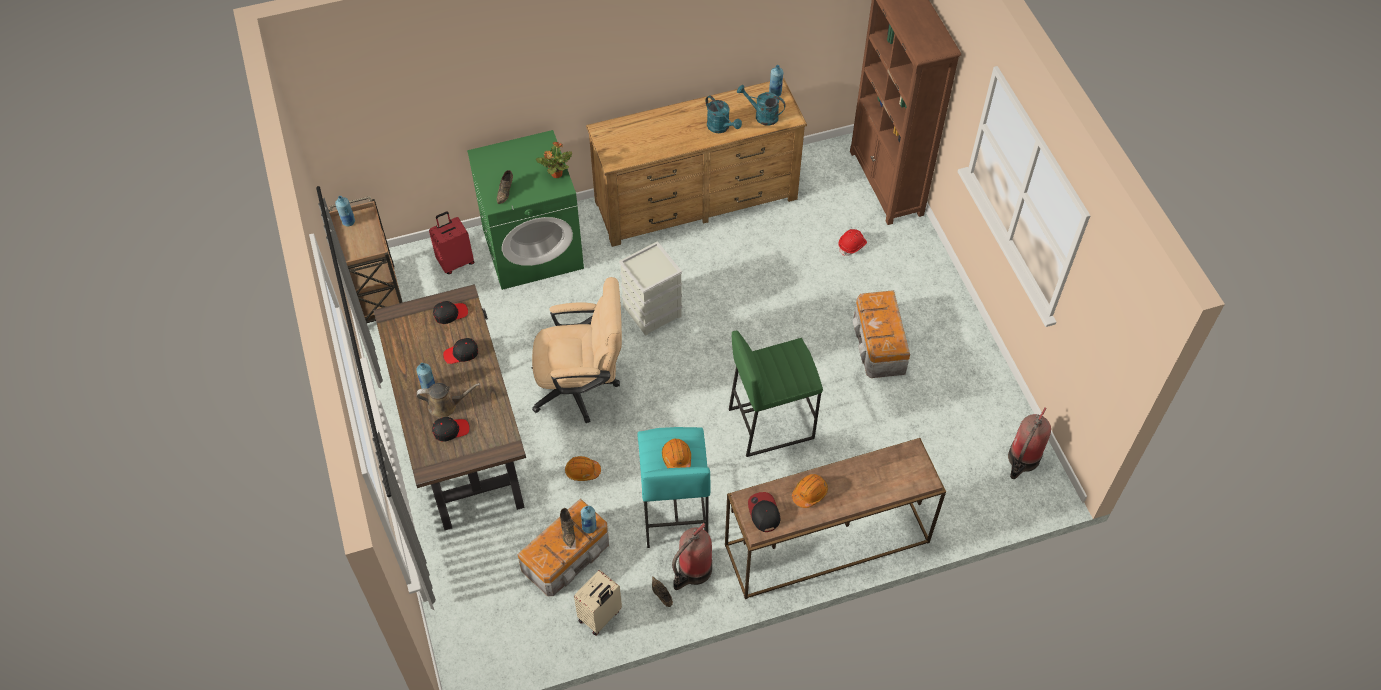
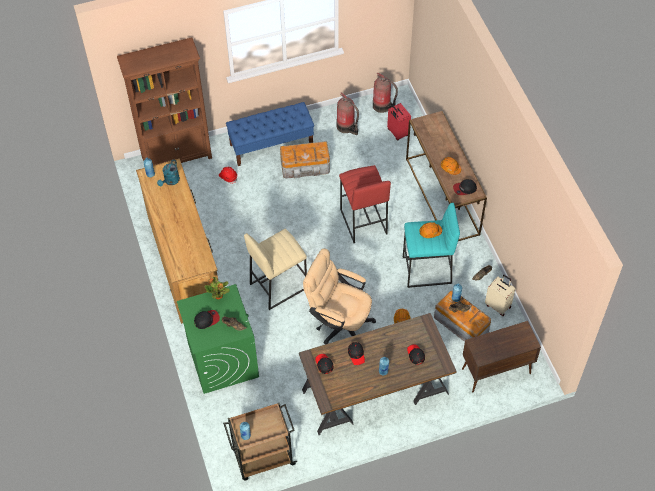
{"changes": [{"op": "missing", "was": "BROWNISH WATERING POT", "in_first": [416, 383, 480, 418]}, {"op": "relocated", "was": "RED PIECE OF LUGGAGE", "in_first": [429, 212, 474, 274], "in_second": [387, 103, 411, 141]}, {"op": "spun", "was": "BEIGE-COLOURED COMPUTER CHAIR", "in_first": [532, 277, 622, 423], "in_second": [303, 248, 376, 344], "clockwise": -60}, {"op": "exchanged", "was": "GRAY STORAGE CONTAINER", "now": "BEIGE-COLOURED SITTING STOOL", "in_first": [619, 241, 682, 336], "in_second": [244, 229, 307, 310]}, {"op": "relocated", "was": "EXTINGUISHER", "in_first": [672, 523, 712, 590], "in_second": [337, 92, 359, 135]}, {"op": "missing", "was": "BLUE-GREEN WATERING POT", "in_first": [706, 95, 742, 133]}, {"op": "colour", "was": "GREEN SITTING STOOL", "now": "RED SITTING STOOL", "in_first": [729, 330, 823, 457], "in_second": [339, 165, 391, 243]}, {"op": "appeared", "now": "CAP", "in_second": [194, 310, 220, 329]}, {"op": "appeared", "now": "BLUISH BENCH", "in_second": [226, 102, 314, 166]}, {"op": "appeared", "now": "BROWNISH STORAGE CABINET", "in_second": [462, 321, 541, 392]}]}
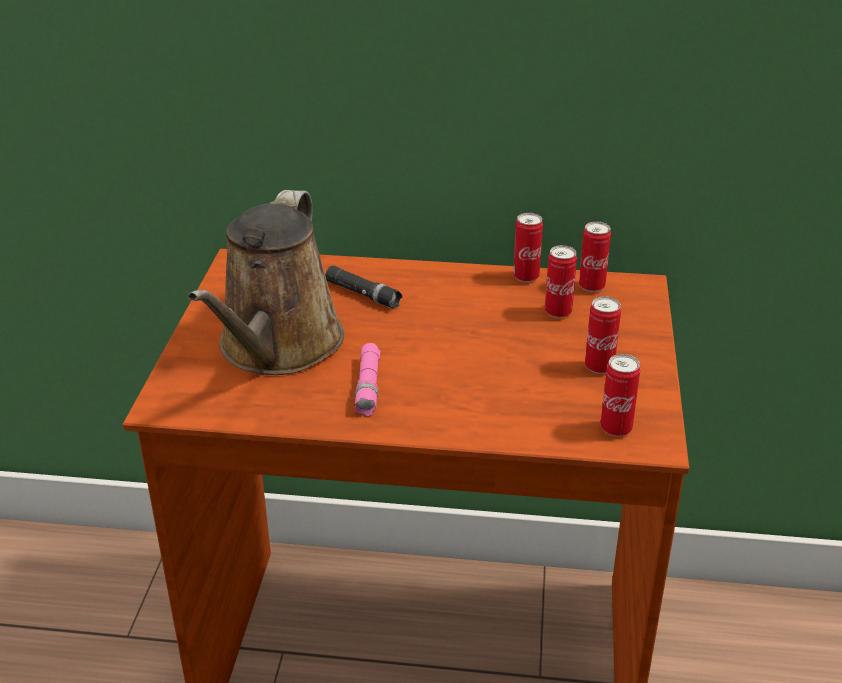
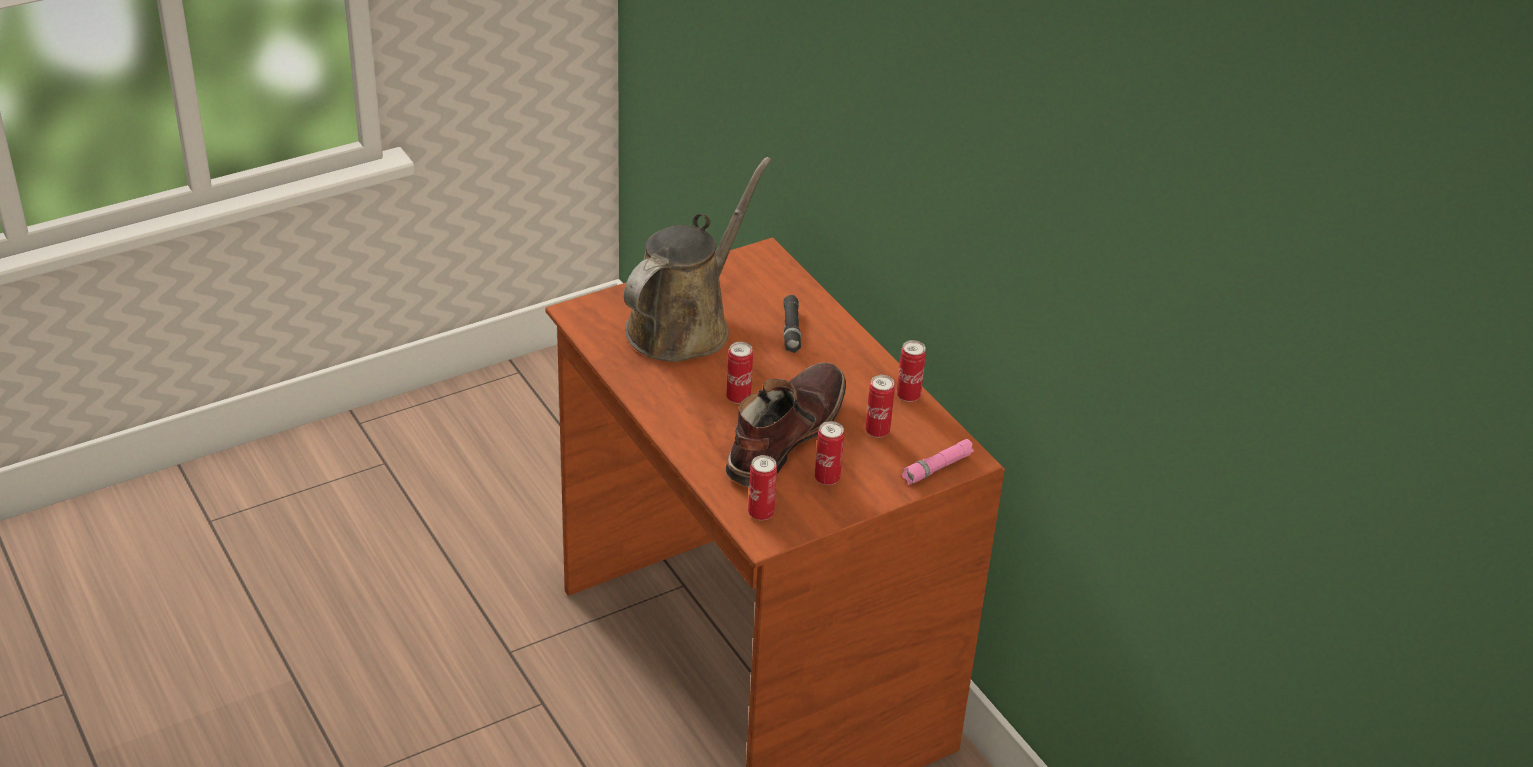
{"changes": [{"op": "spun", "was": "BROWNISH WATERING POT", "in_first": [188, 190, 344, 375], "in_second": [624, 157, 772, 362], "clockwise": 150}, {"op": "relocated", "was": "PINKISH HAND TORCH", "in_first": [355, 343, 380, 416], "in_second": [902, 439, 974, 485]}, {"op": "relocated", "was": "CAN", "in_first": [579, 221, 611, 292], "in_second": [726, 342, 753, 404]}, {"op": "appeared", "now": "BROWNISH TALL BOOT", "in_second": [726, 362, 846, 487]}]}
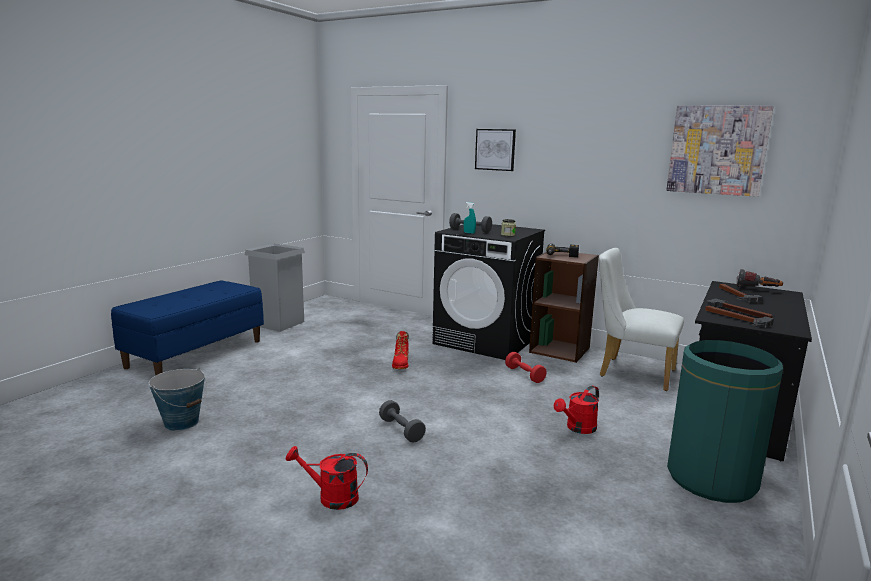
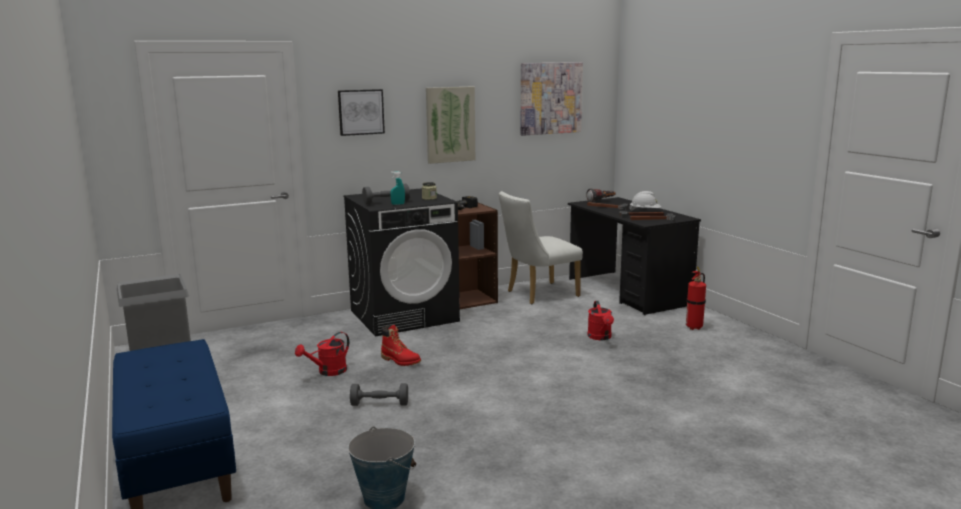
{"changes": [{"op": "relocated", "was": "RED WATERING POT", "in_first": [286, 446, 368, 510], "in_second": [295, 332, 349, 376]}, {"op": "relocated", "was": "GRAY HAND WEIGHT", "in_first": [379, 400, 426, 443], "in_second": [350, 383, 408, 406]}, {"op": "missing", "was": "RED HAND WEIGHT", "in_first": [505, 352, 547, 383]}, {"op": "exchanged", "was": "GREEN WASTE BIN", "now": "EXTINGUISHER", "in_first": [667, 340, 783, 503], "in_second": [686, 267, 706, 330]}, {"op": "appeared", "now": "WALL PICTURE", "in_second": [426, 86, 475, 164]}, {"op": "appeared", "now": "WHITE WORK HELMET", "in_second": [629, 191, 661, 211]}]}
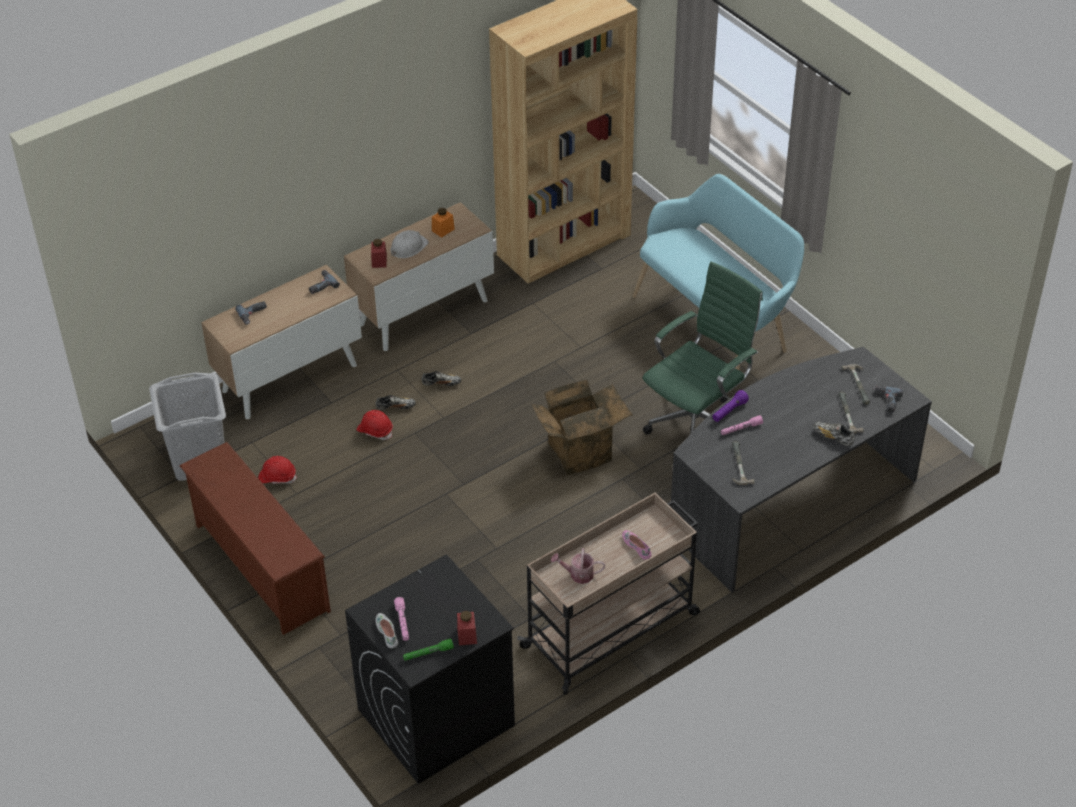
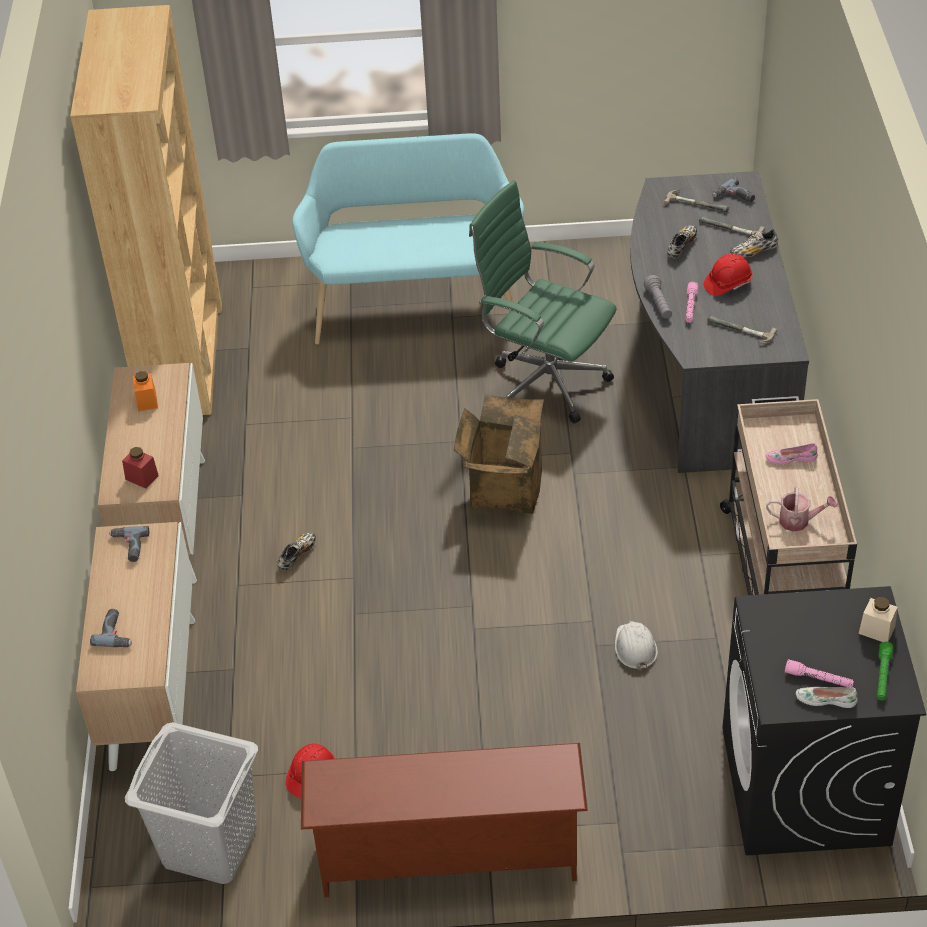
{"changes": [{"op": "relocated", "was": "RED WORK HELMET", "in_first": [357, 410, 393, 440], "in_second": [704, 254, 753, 296]}, {"op": "relocated", "was": "SHOE", "in_first": [375, 395, 416, 410], "in_second": [667, 225, 697, 259]}, {"op": "relocated", "was": "WHITE WORK HELMET", "in_first": [390, 230, 429, 258], "in_second": [615, 620, 658, 671]}, {"op": "colour", "was": "RED PRESERVE JAR", "now": "BEIGE-COLOURED PRESERVE JAR", "in_first": [457, 611, 477, 645], "in_second": [859, 597, 898, 642]}, {"op": "spun", "was": "WATERING POT", "in_first": [551, 548, 605, 584], "in_second": [766, 486, 837, 532], "clockwise": -120}, {"op": "spun", "was": "GREEN COMPUTER CHAIR", "in_first": [643, 262, 763, 435], "in_second": [469, 181, 617, 423], "clockwise": -45}, {"op": "colour", "was": "PURPLISH HAND TORCH", "now": "GRAY HAND TORCH", "in_first": [712, 390, 749, 422], "in_second": [644, 275, 672, 319]}]}
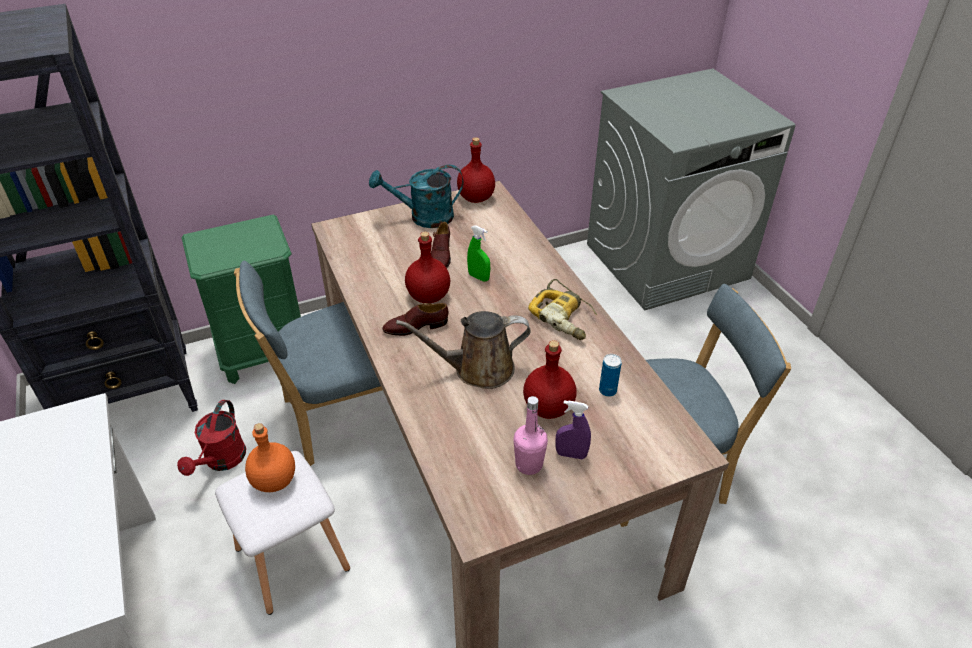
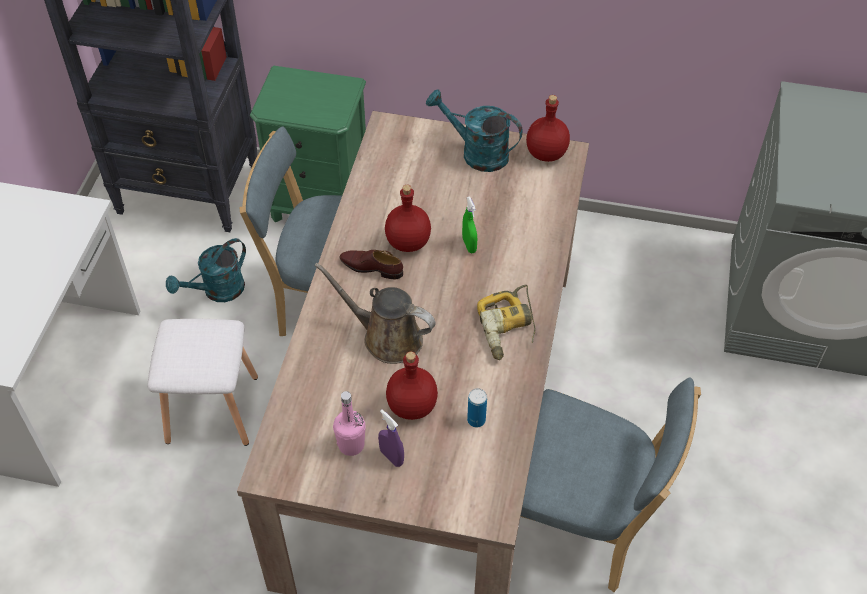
{"changes": [{"op": "colour", "was": "RED WATERING POT", "now": "BLUE-GREEN WATERING POT", "in_first": [177, 400, 246, 476], "in_second": [166, 238, 246, 302]}, {"op": "missing", "was": "ORANGE-COLOURED BOTTLE", "in_first": [245, 423, 295, 492]}, {"op": "missing", "was": "BROWNISH SHOE", "in_first": [431, 222, 451, 268]}]}
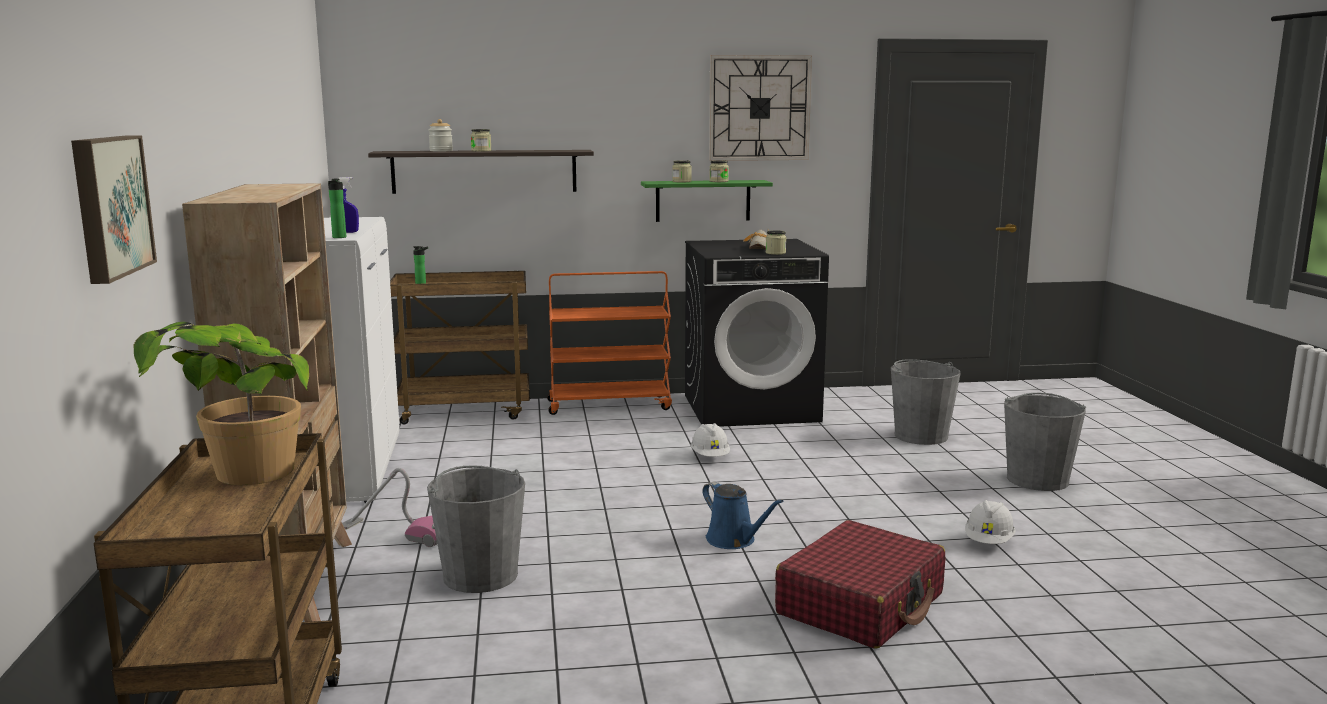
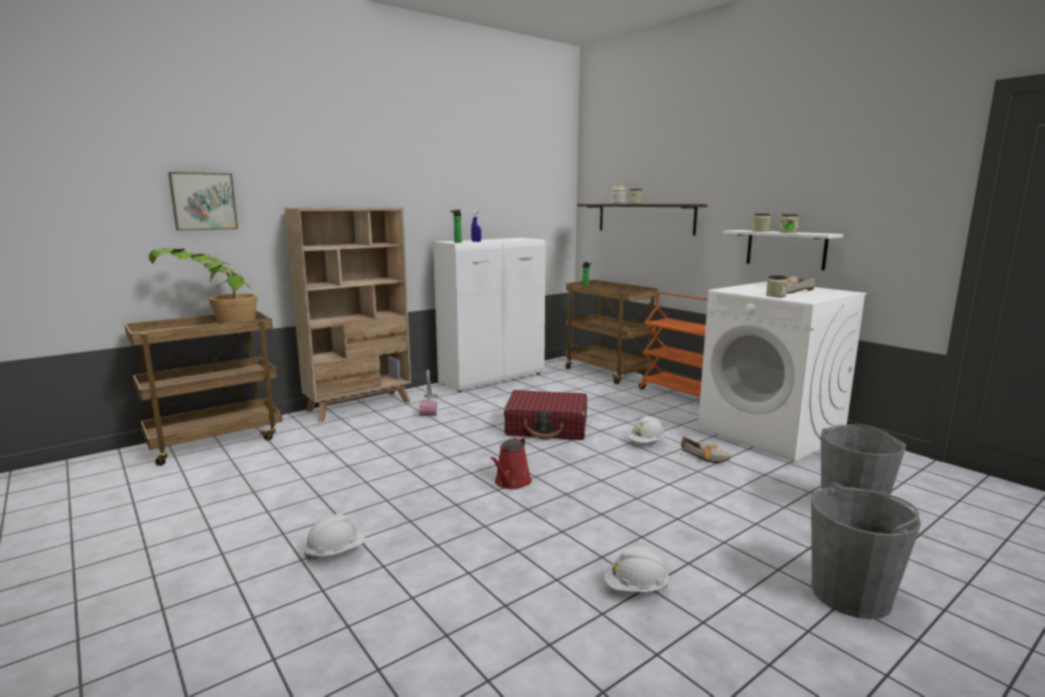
{"changes": [{"op": "missing", "was": "GRAY PAIL", "in_first": [427, 465, 525, 593]}, {"op": "colour", "was": "GREEN BRACKET SHELF", "now": "WHITE BRACKET SHELF", "in_first": [641, 180, 773, 222], "in_second": [723, 230, 843, 270]}, {"op": "colour", "was": "BLACKISH WASHING MACHINE", "now": "WHITE WASHING MACHINE", "in_first": [685, 239, 829, 427], "in_second": [698, 282, 867, 461]}, {"op": "colour", "was": "BLUISH WATERING POT", "now": "RED WATERING POT", "in_first": [702, 481, 784, 549], "in_second": [490, 437, 532, 489]}, {"op": "missing", "was": "CLOCK ON THE WALL", "in_first": [709, 55, 812, 161]}, {"op": "relocated", "was": "RED PIECE OF LUGGAGE", "in_first": [775, 520, 946, 649], "in_second": [504, 390, 587, 440]}, {"op": "appeared", "now": "WHITE WORK HELMET", "in_second": [304, 514, 365, 562]}, {"op": "appeared", "now": "SHOE", "in_second": [681, 436, 731, 463]}]}
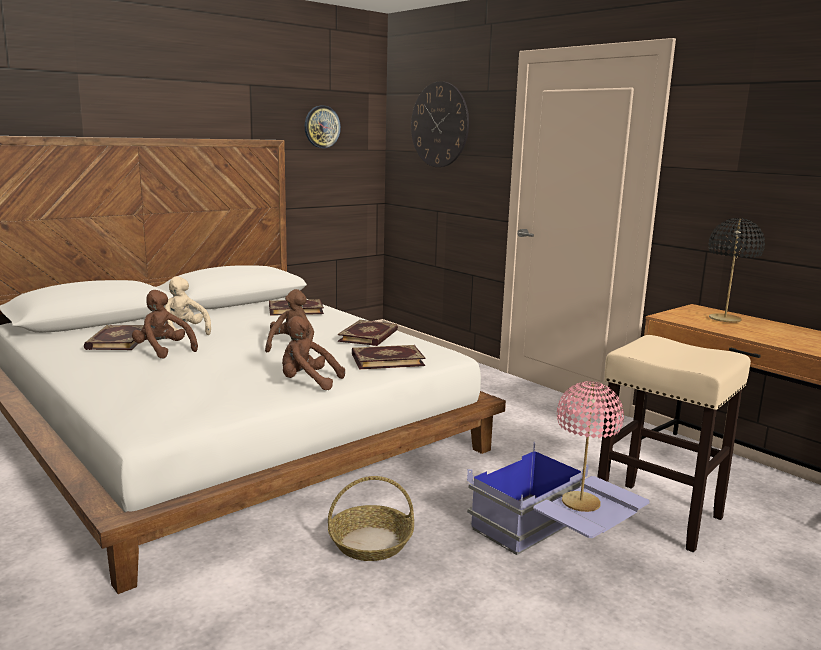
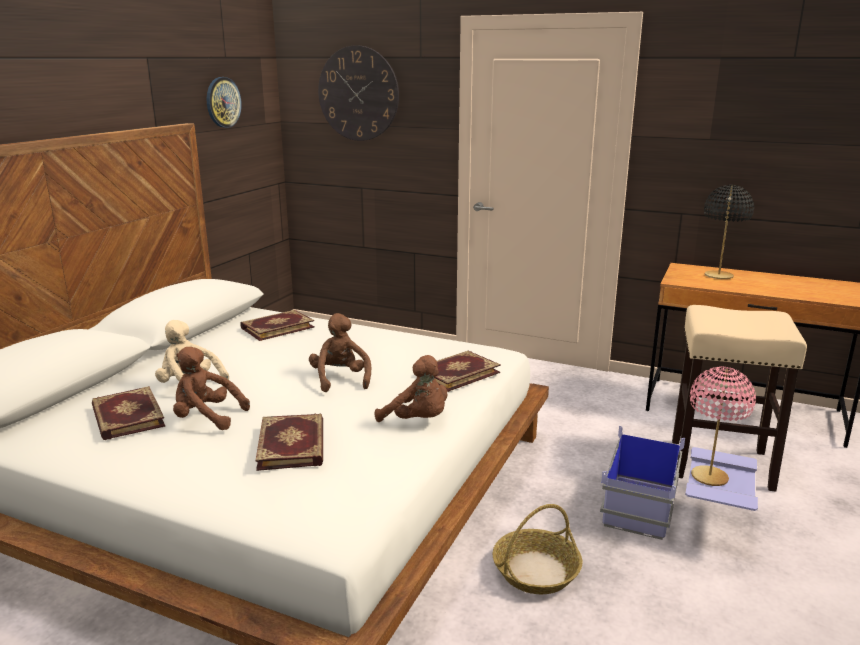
{"changes": [{"op": "spun", "was": "BROWNISH CUDDLY TOY", "in_first": [282, 316, 345, 390], "in_second": [374, 355, 448, 422], "clockwise": -135}, {"op": "relocated", "was": "VOLUME", "in_first": [338, 320, 398, 346], "in_second": [255, 413, 323, 471]}]}
